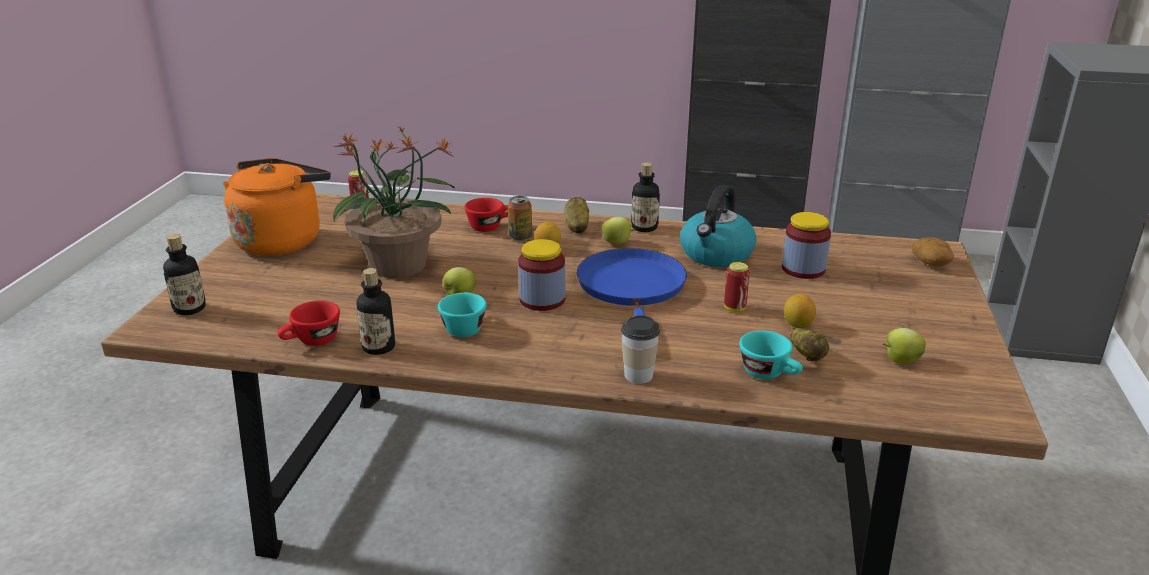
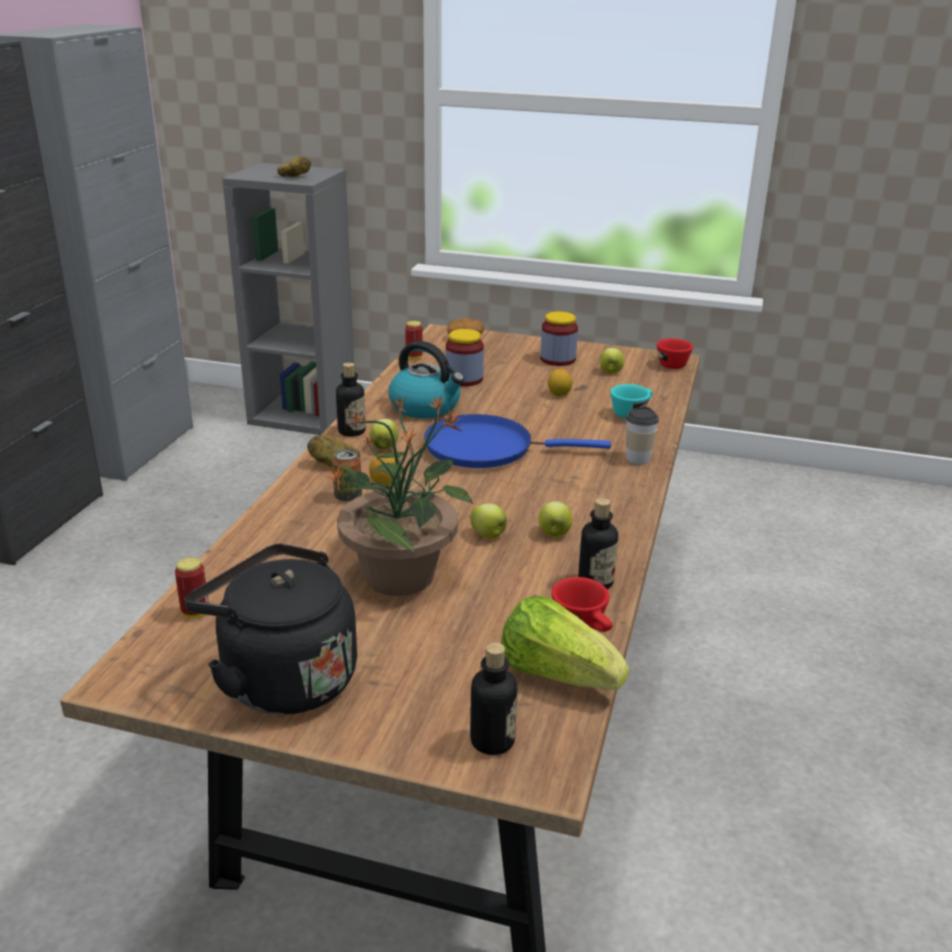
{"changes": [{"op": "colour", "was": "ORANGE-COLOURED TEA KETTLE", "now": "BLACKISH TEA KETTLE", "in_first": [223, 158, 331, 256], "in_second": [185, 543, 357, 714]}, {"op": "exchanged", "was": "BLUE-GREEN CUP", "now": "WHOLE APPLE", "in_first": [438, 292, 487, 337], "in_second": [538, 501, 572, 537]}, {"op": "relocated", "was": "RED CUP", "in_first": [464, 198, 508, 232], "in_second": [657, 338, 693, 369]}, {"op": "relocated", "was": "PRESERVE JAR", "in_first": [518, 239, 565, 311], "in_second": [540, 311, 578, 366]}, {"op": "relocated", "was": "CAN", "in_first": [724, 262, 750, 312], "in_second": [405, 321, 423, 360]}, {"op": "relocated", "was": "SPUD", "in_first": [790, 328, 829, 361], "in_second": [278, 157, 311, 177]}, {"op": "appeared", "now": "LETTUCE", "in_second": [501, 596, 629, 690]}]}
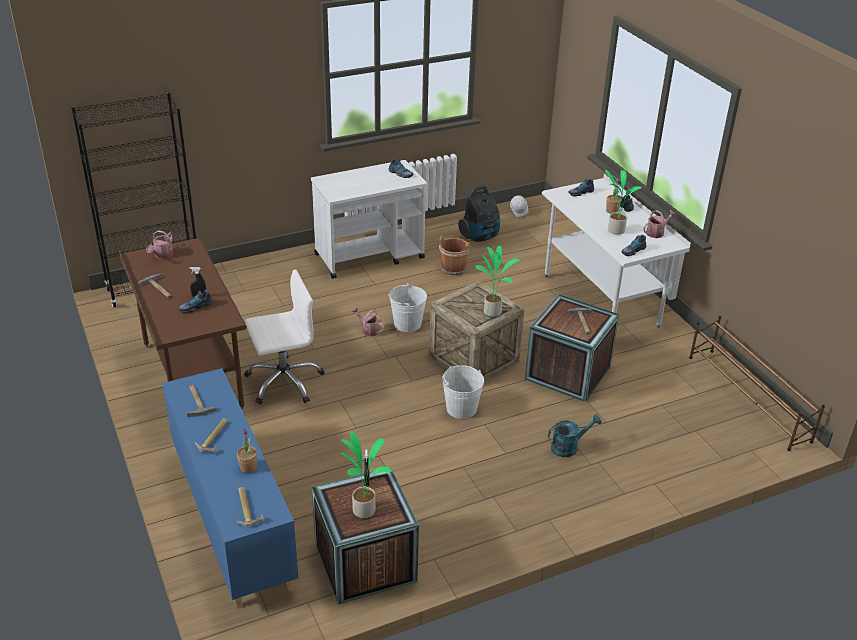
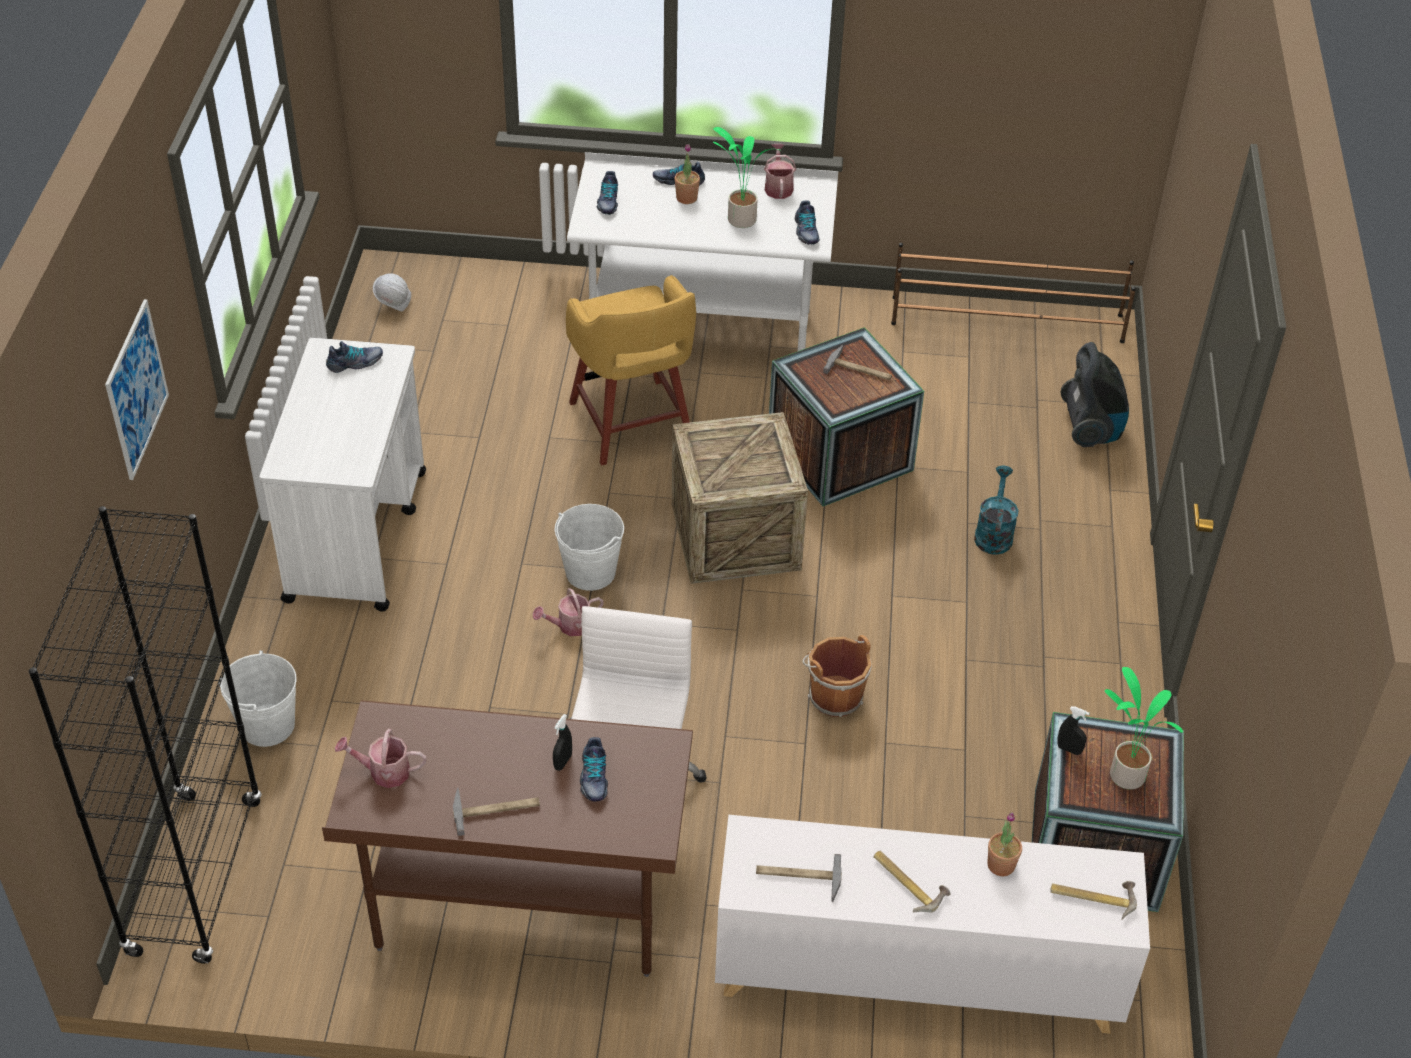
{"changes": [{"op": "spun", "was": "WATERING POT", "in_first": [146, 230, 174, 259], "in_second": [335, 729, 426, 788], "clockwise": 135}, {"op": "colour", "was": "BLUISH STORAGE CABINET", "now": "WHITE STORAGE CABINET", "in_first": [163, 368, 299, 609], "in_second": [715, 815, 1150, 1034]}, {"op": "relocated", "was": "BROWNISH PAIL", "in_first": [439, 236, 472, 275], "in_second": [803, 635, 872, 717]}, {"op": "relocated", "was": "WHITE PAIL", "in_first": [442, 365, 484, 419], "in_second": [219, 650, 297, 747]}, {"op": "relocated", "was": "VACUUM CLEANER", "in_first": [458, 185, 500, 242], "in_second": [1061, 342, 1129, 447]}, {"op": "missing", "was": "HOUSEPLANT", "in_first": [475, 246, 520, 317]}, {"op": "appeared", "now": "WALL PICTURE", "in_second": [105, 299, 169, 480]}, {"op": "appeared", "now": "YELLOW-COLOURED SITTING STOOL", "in_second": [566, 275, 696, 465]}]}
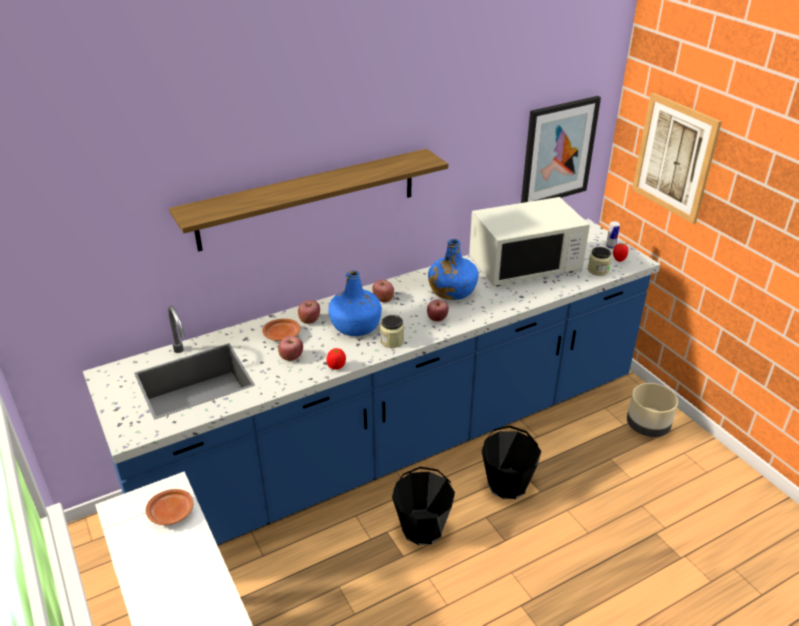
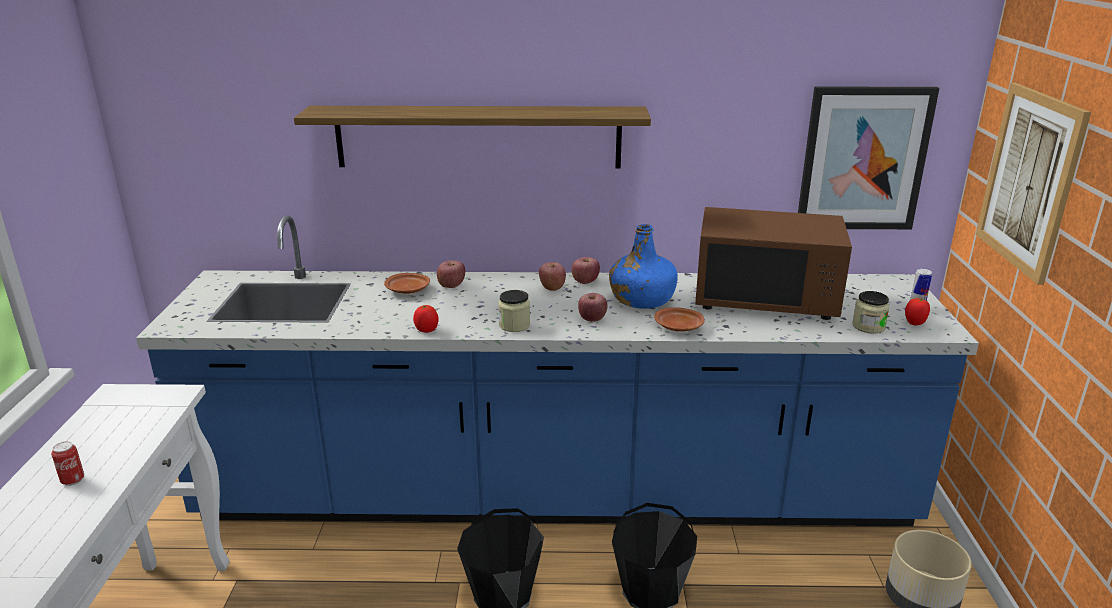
{"changes": [{"op": "relocated", "was": "BROWNISH DINNER PLATE", "in_first": [146, 489, 193, 525], "in_second": [654, 307, 705, 332]}, {"op": "relocated", "was": "WHOLE APPLE", "in_first": [278, 336, 303, 361], "in_second": [571, 257, 600, 284]}, {"op": "missing", "was": "BLUISH BOTTLE", "in_first": [328, 270, 382, 336]}, {"op": "colour", "was": "WHITE MICROWAVE", "now": "BROWNISH MICROWAVE", "in_first": [469, 197, 590, 286], "in_second": [695, 207, 852, 320]}, {"op": "appeared", "now": "CAN", "in_second": [51, 441, 84, 486]}]}
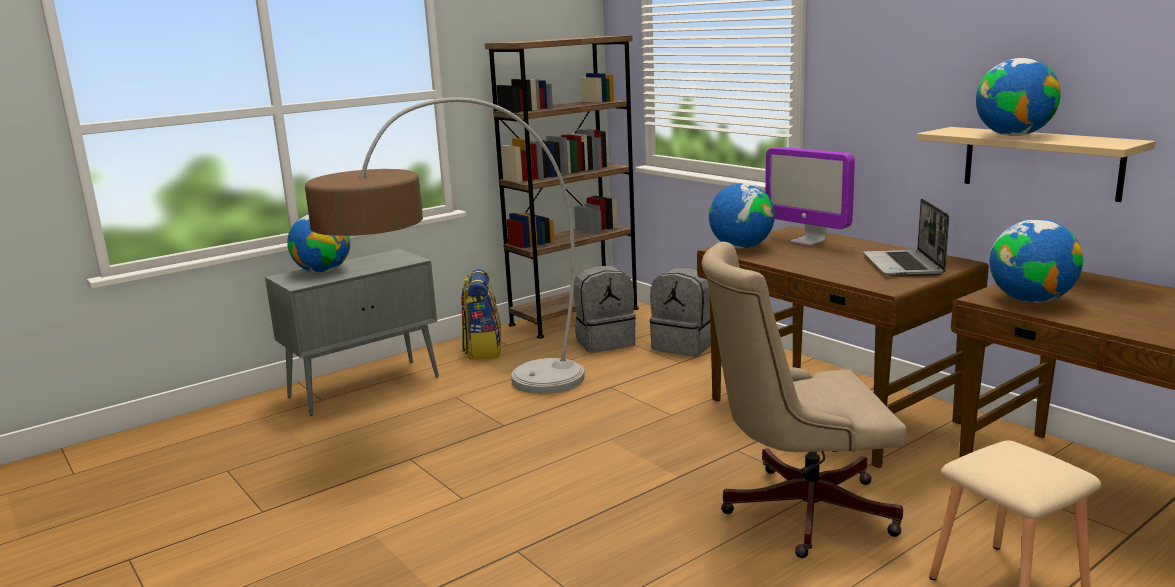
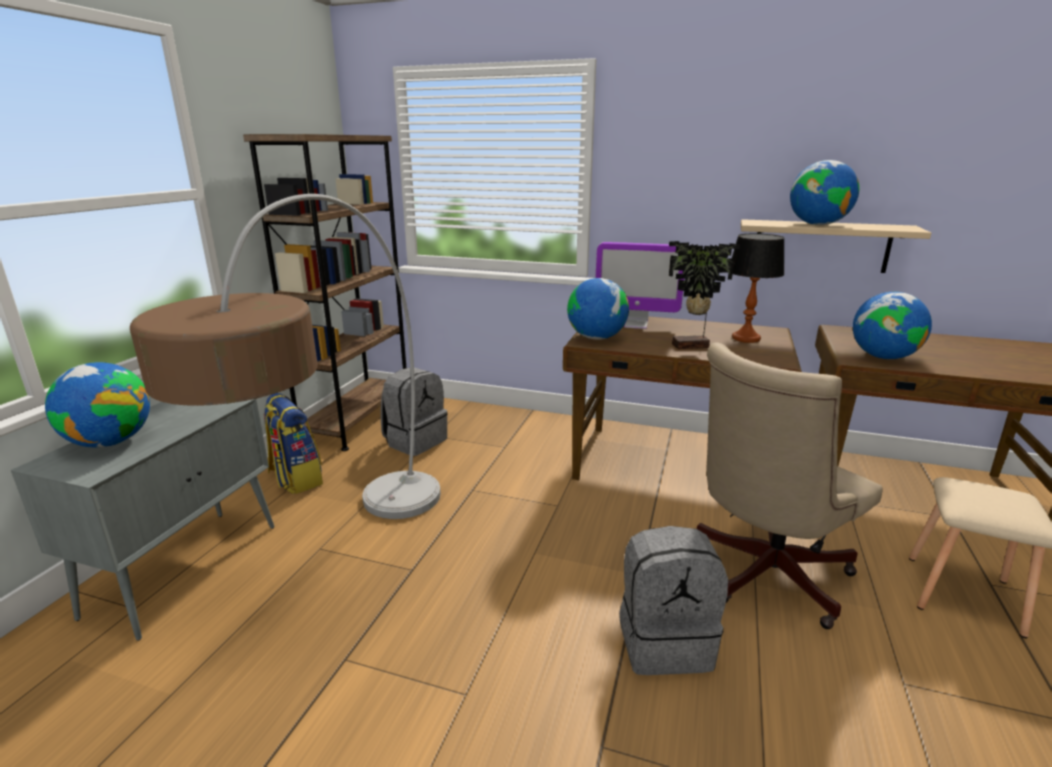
{"changes": [{"op": "relocated", "was": "GRAY RUCKSACK", "in_first": [650, 267, 711, 357], "in_second": [619, 526, 728, 675]}, {"op": "exchanged", "was": "LAPTOP", "now": "LAMP FOR A TABLE", "in_first": [863, 198, 949, 276], "in_second": [732, 233, 785, 343]}, {"op": "appeared", "now": "HOUSEPLANT", "in_second": [669, 241, 740, 349]}]}
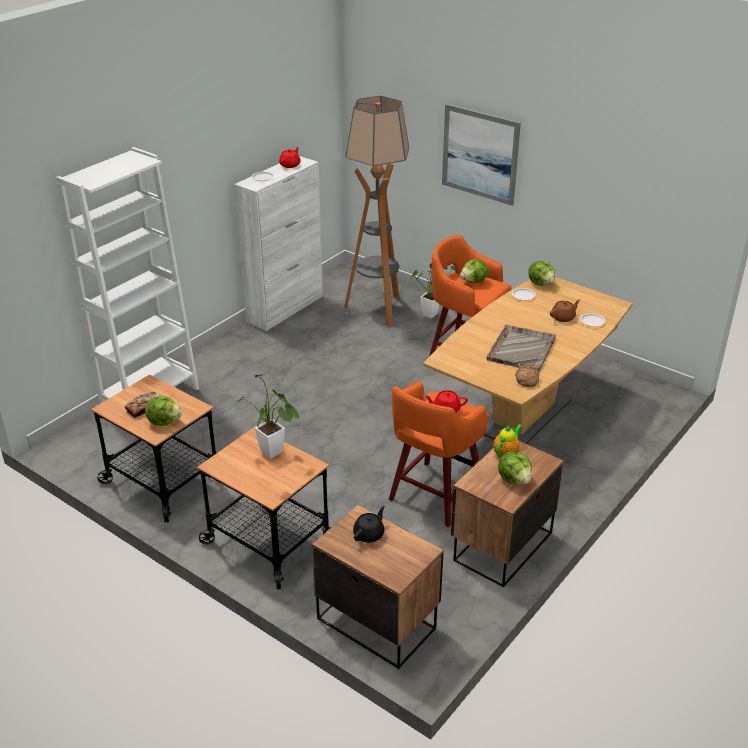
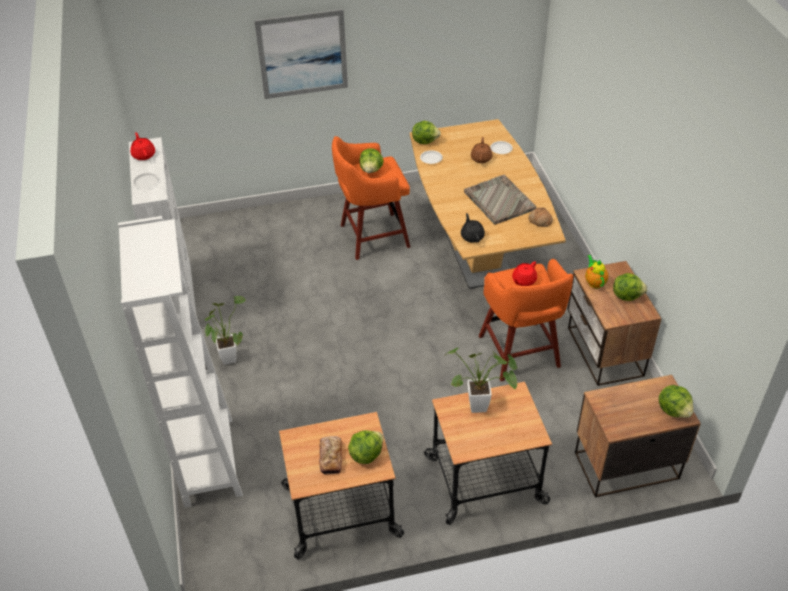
{"changes": [{"op": "missing", "was": "STANDARD LAMP", "in_first": [344, 96, 409, 326]}, {"op": "relocated", "was": "BLACKISH TEA POT", "in_first": [353, 506, 385, 543], "in_second": [461, 213, 485, 243]}, {"op": "relocated", "was": "HOUSEPLANT", "in_first": [411, 263, 455, 318], "in_second": [205, 296, 246, 365]}, {"op": "appeared", "now": "LETTUCE", "in_second": [659, 385, 694, 418]}]}
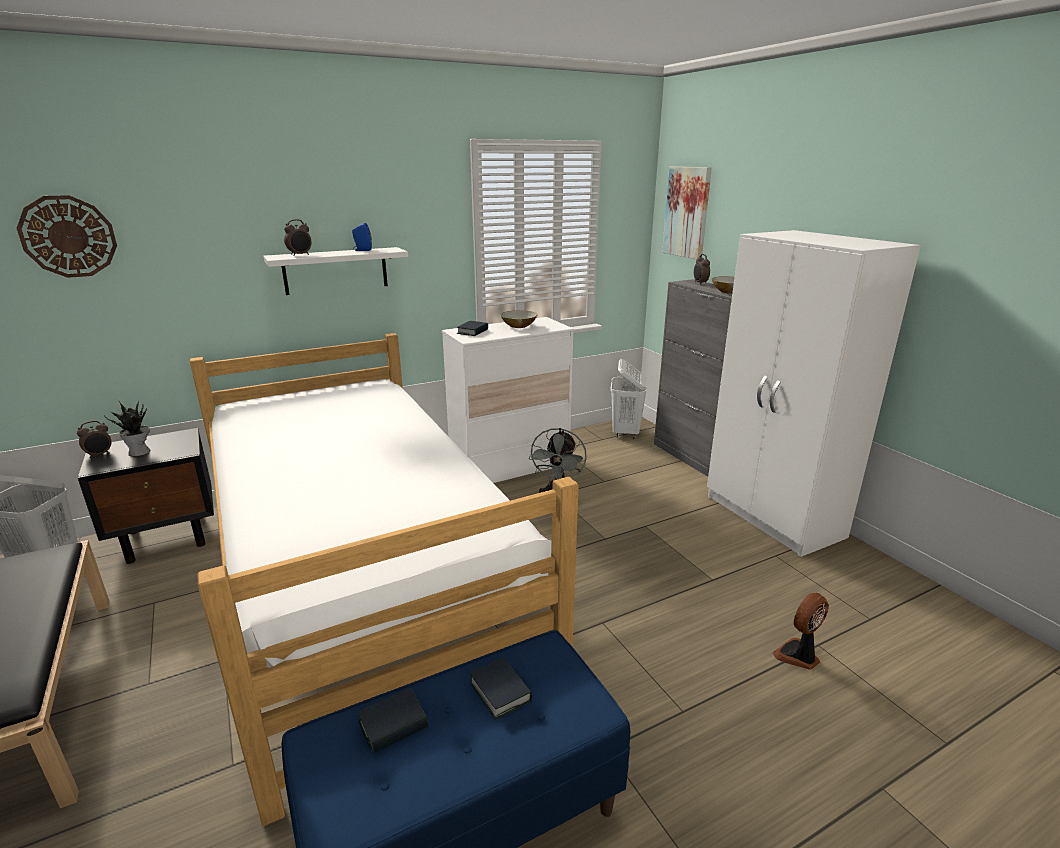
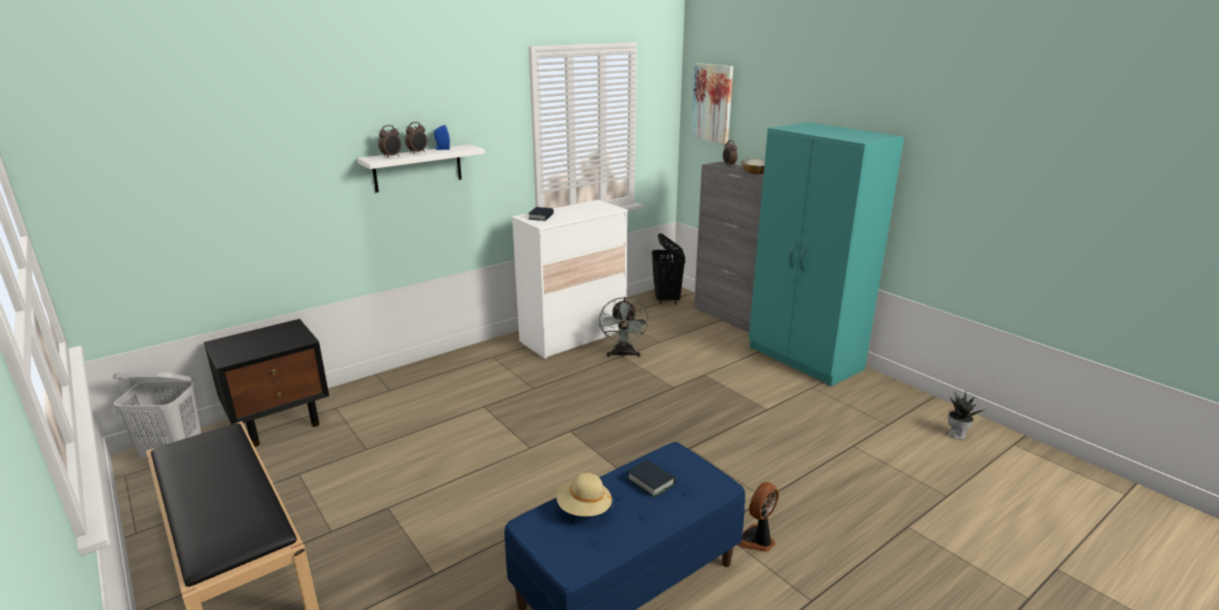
{"changes": [{"op": "missing", "was": "CLOCK ON THE WALL", "in_first": [17, 195, 117, 278]}, {"op": "relocated", "was": "TABLE CLOCK", "in_first": [77, 421, 112, 458], "in_second": [405, 122, 427, 154]}, {"op": "relocated", "was": "HOUSEPLANT", "in_first": [104, 401, 150, 457], "in_second": [947, 391, 986, 440]}, {"op": "missing", "was": "SLEEPING BED", "in_first": [190, 333, 579, 826]}, {"op": "exchanged", "was": "VOLUME", "now": "BEIGE-COLOURED WEARABLE HAT", "in_first": [358, 688, 428, 753], "in_second": [556, 473, 612, 516]}, {"op": "missing", "was": "DEEP DISH", "in_first": [500, 310, 537, 328]}, {"op": "colour", "was": "WHITE LAUNDRY BASKET", "now": "BLACKISH LAUNDRY BASKET", "in_first": [610, 359, 647, 439], "in_second": [652, 233, 685, 305]}, {"op": "colour", "was": "WHITE ARMOIRE", "now": "BLUE-GREEN ARMOIRE", "in_first": [707, 230, 921, 557], "in_second": [749, 122, 904, 386]}, {"op": "relocated", "was": "COOLING FAN", "in_first": [772, 592, 829, 670], "in_second": [737, 482, 779, 552]}]}
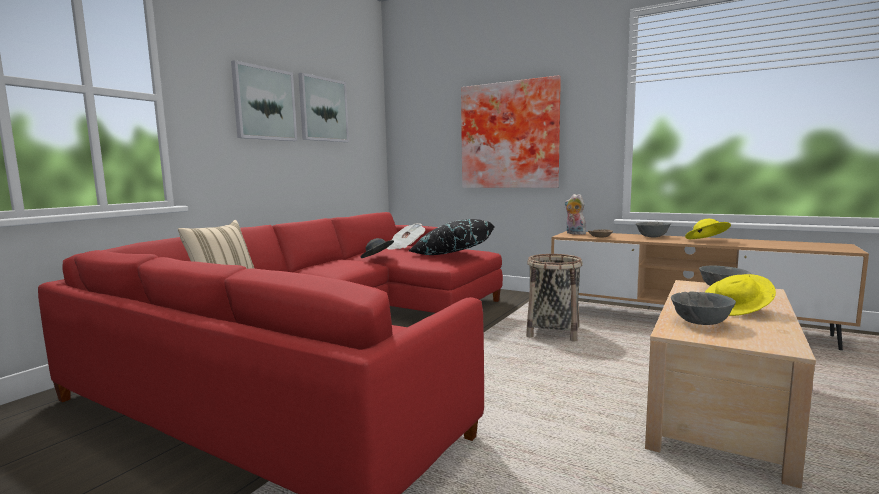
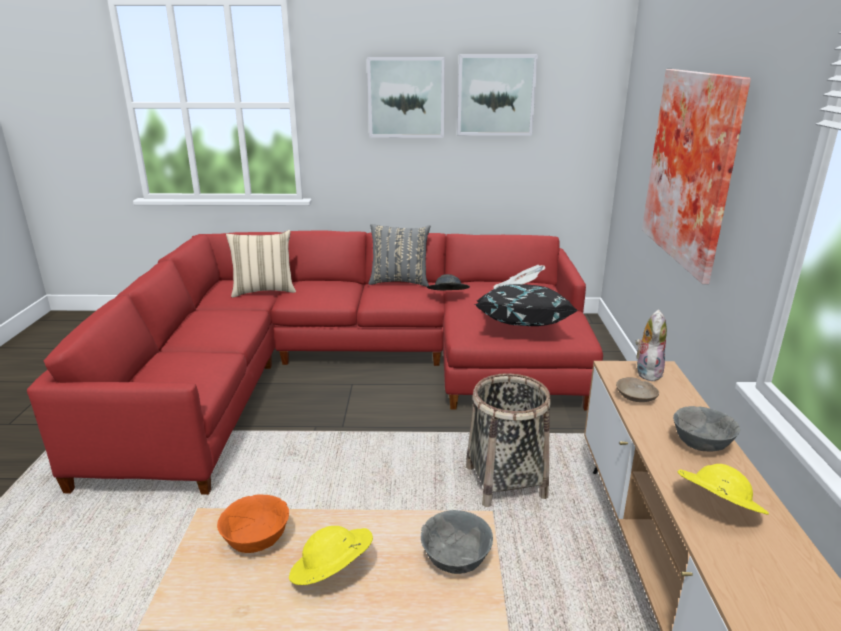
{"changes": [{"op": "colour", "was": "GRAY DEEP DISH", "now": "ORANGE-COLOURED DEEP DISH", "in_first": [671, 292, 736, 325], "in_second": [217, 494, 289, 553]}, {"op": "appeared", "now": "GRAY CUSHION", "in_second": [368, 224, 430, 287]}]}
